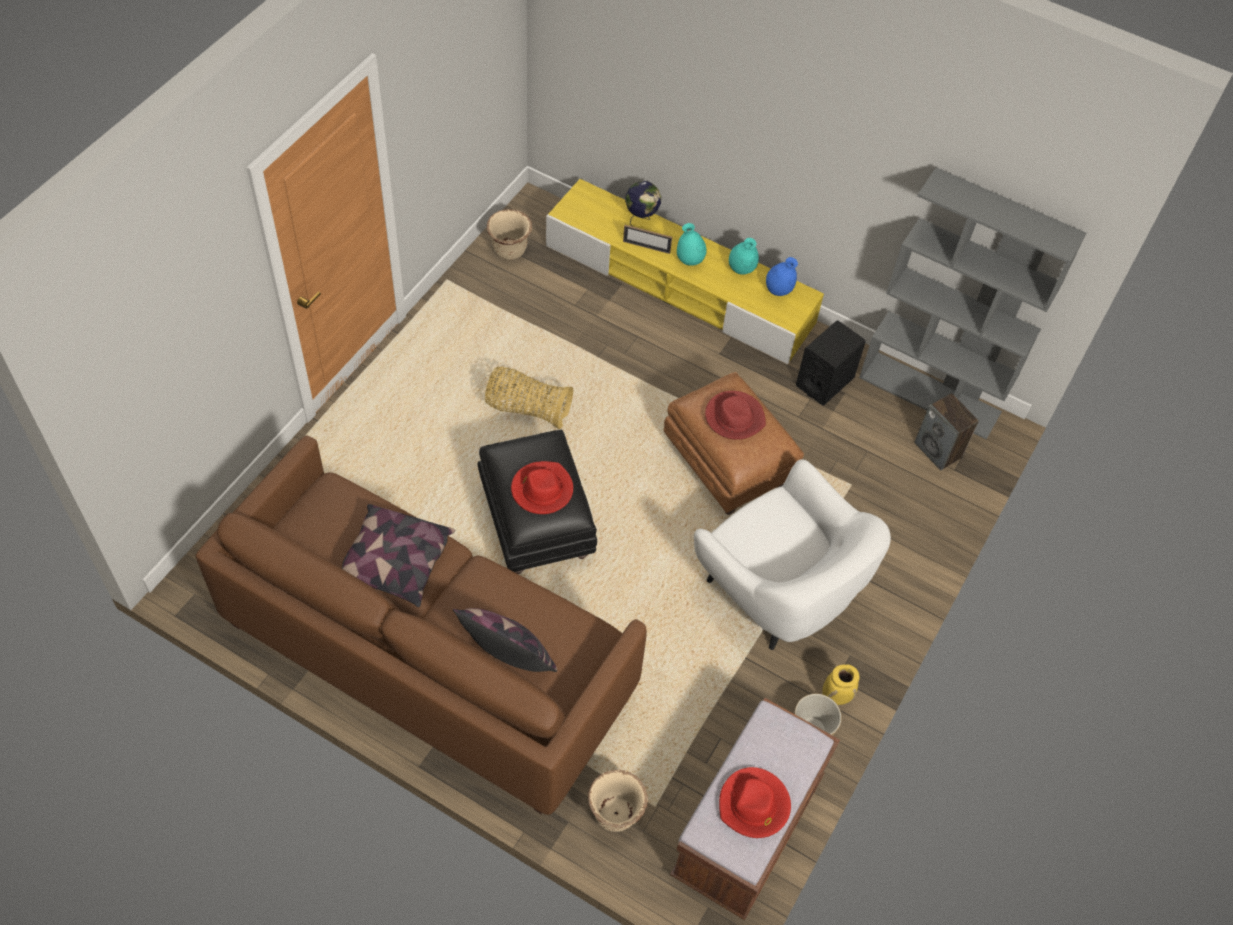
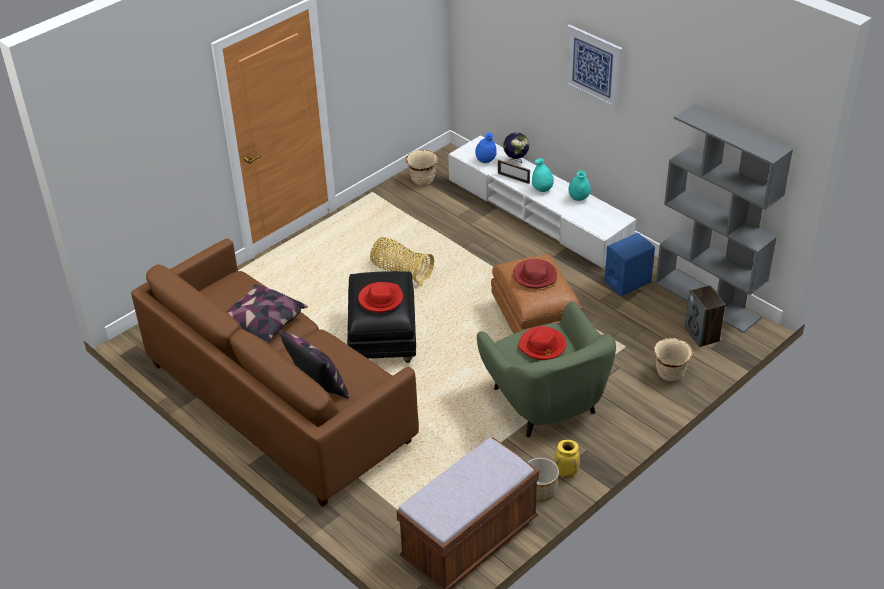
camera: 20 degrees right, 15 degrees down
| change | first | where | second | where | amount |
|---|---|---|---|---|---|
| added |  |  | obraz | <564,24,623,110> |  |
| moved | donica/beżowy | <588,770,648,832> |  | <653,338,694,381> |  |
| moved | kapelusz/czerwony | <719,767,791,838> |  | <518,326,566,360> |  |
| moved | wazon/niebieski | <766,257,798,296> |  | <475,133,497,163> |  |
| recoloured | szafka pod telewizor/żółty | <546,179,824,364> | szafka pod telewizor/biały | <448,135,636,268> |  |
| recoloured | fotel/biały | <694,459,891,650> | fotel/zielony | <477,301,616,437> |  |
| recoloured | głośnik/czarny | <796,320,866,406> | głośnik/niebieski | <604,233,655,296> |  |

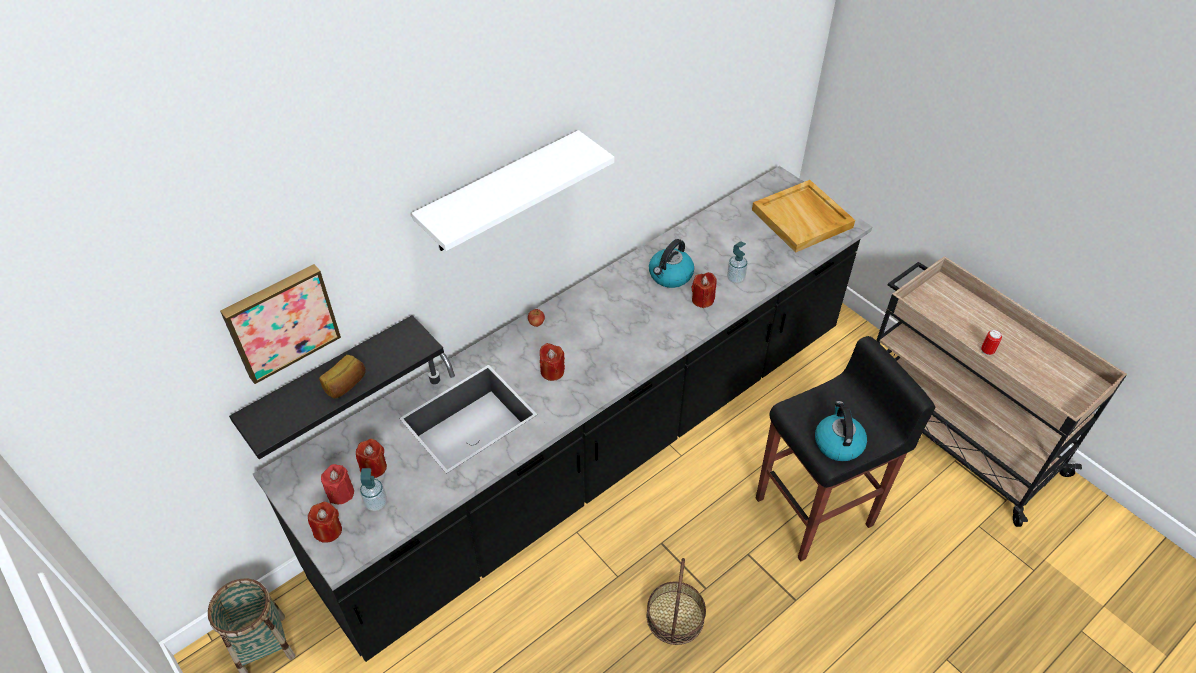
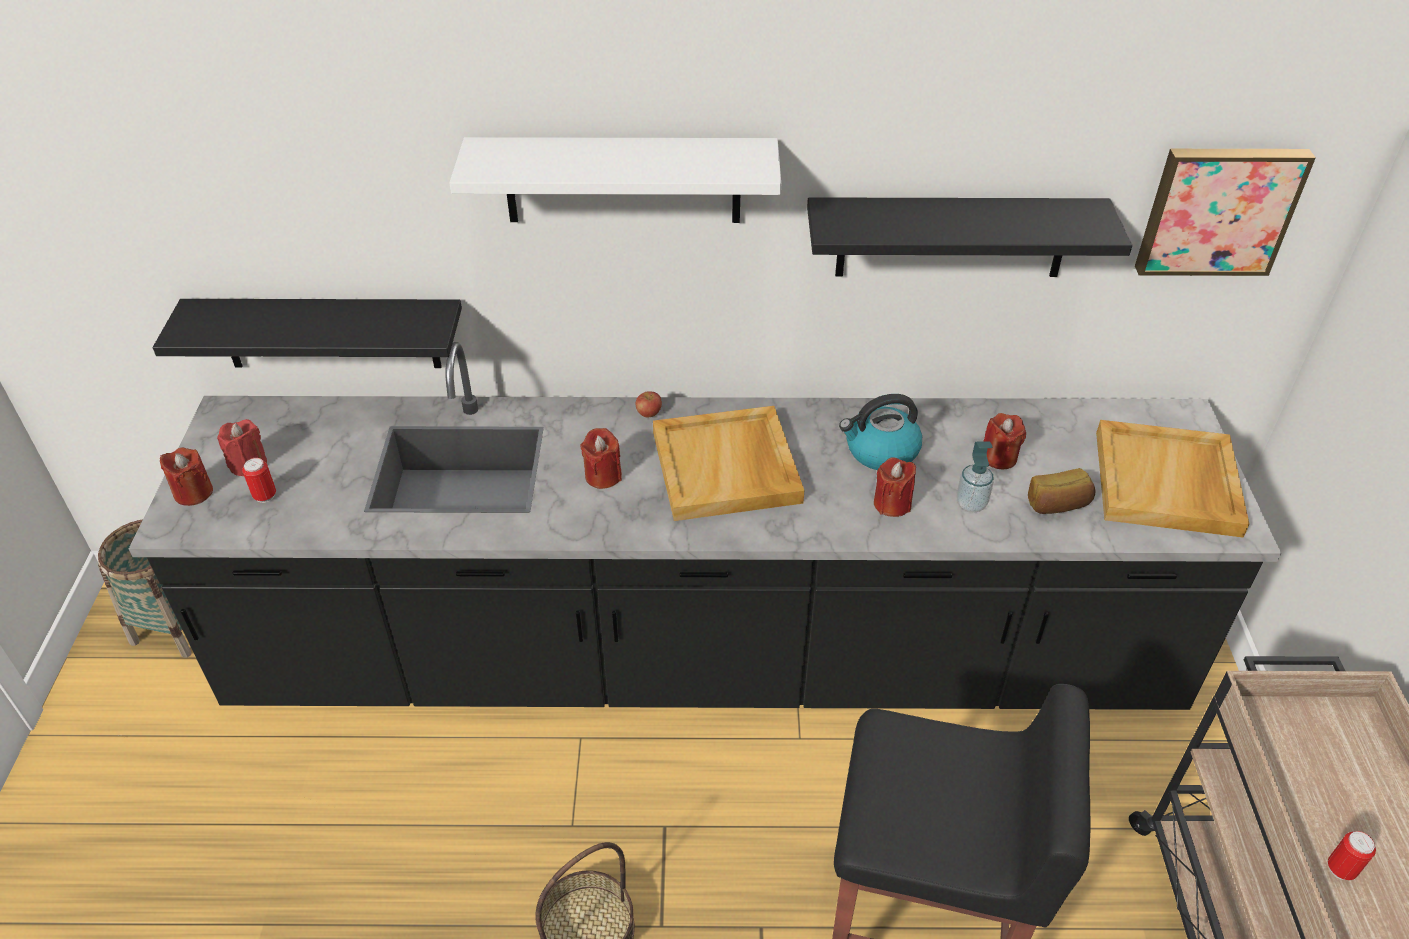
camera: 40 degrees right, 5 degrees down
| change | first | where | second | where | amount |
|---|---|---|---|---|---|
| removed | czajnik | <815,401,867,461> |  |  |  |
| added |  |  | taca/beżowy | <653,406,804,521> |  |
| added |  |  | półka/czarny | <807,197,1132,277> |  |
| moved | obraz | <220,264,341,384> |  | <1135,149,1316,276> |  |
| moved | chleb | <319,355,366,398> |  | <1028,468,1095,514> |  |
| moved | świeca/czerwony | <356,439,387,478> |  | <984,413,1026,469> |  |
| replaced | dozownik mydła | <360,468,387,511> | puszka | <242,458,276,503> |  |

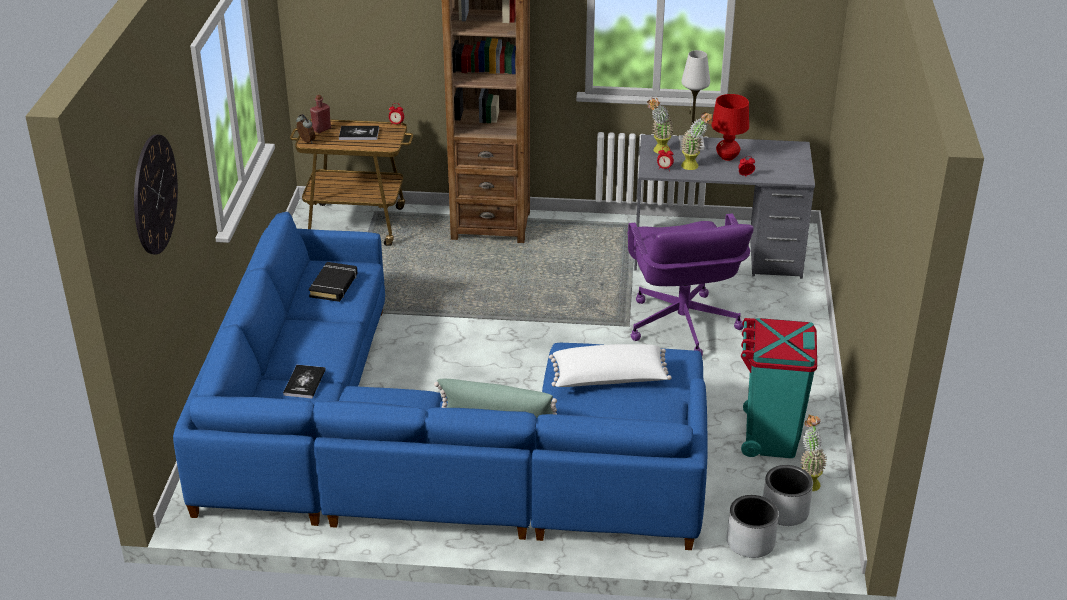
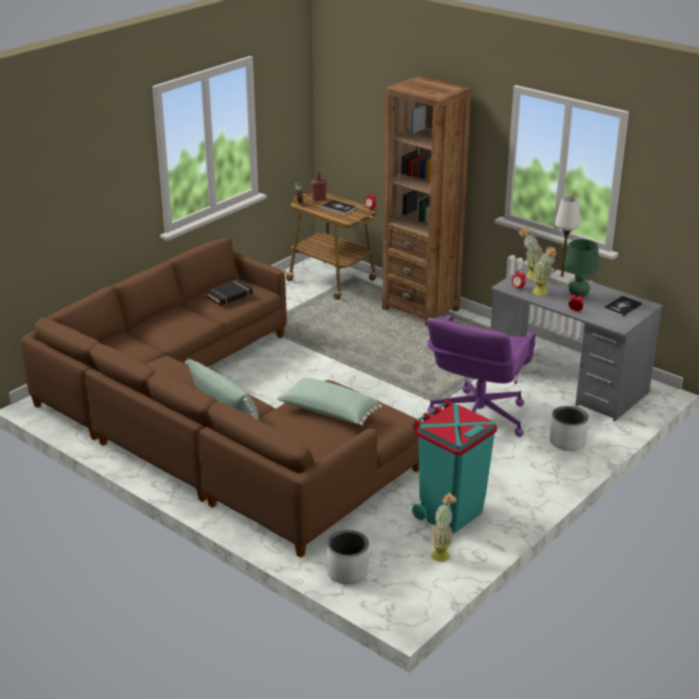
camera: 35 degrees right, 5 degrees down
| change | first | where | second | where | amount |
|---|---|---|---|---|---|
| removed | zegar ścienny | <134,134,178,255> |  |  |  |
| moved | książka | <283,365,326,399> |  | <603,296,642,317> |  |
| moved | donica/szary | <763,465,813,526> |  | <550,406,588,451> |  |
| recoloured | kanapa/niebieski | <173,212,708,550> | kanapa/brązowy | <20,237,423,558> |  |
| recoloured | poduszka/biały | <549,344,672,387> | poduszka/zielony | <277,378,382,426> |  |
| recoloured | lampa stołowa/czerwony | <711,94,749,161> | lampa stołowa/zielony | <565,239,599,297> |  |

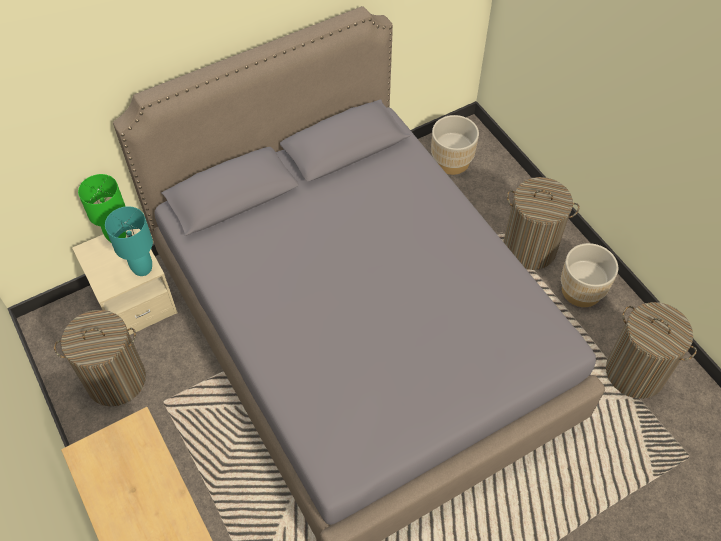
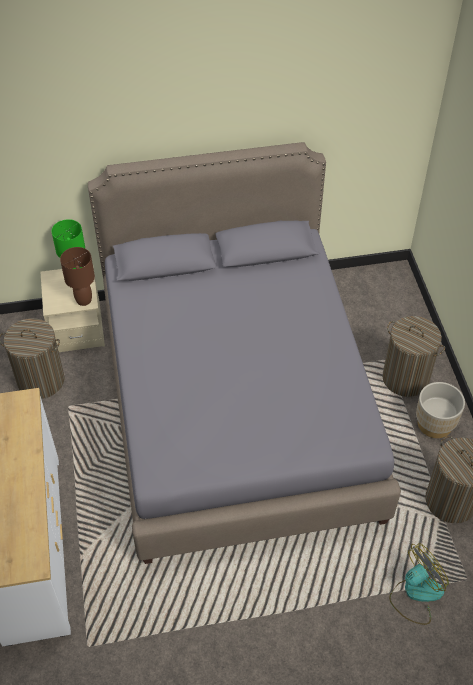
camera: 20 degrees right, 5 degrees down
| change | first | where | second | where | amount |
|---|---|---|---|---|---|
| removed | donica/beżowy | <431,115,479,175> |  |  |  |
| added |  |  | wentylator | <389,543,449,625> |  |
| recoloured | lampa stołowa/turkusowy | <105,206,153,276> | lampa stołowa/brązowy | <60,247,95,306> |  |

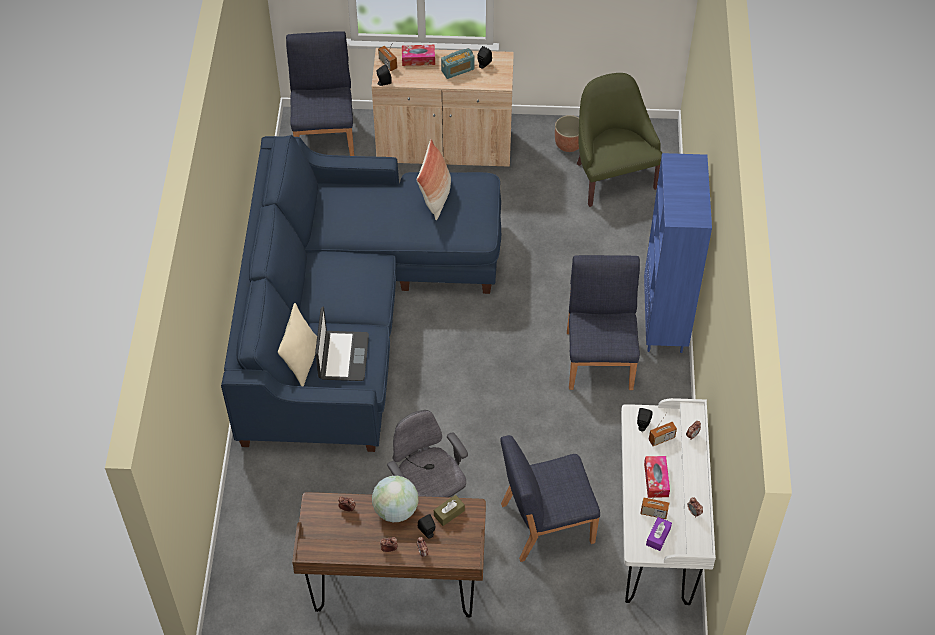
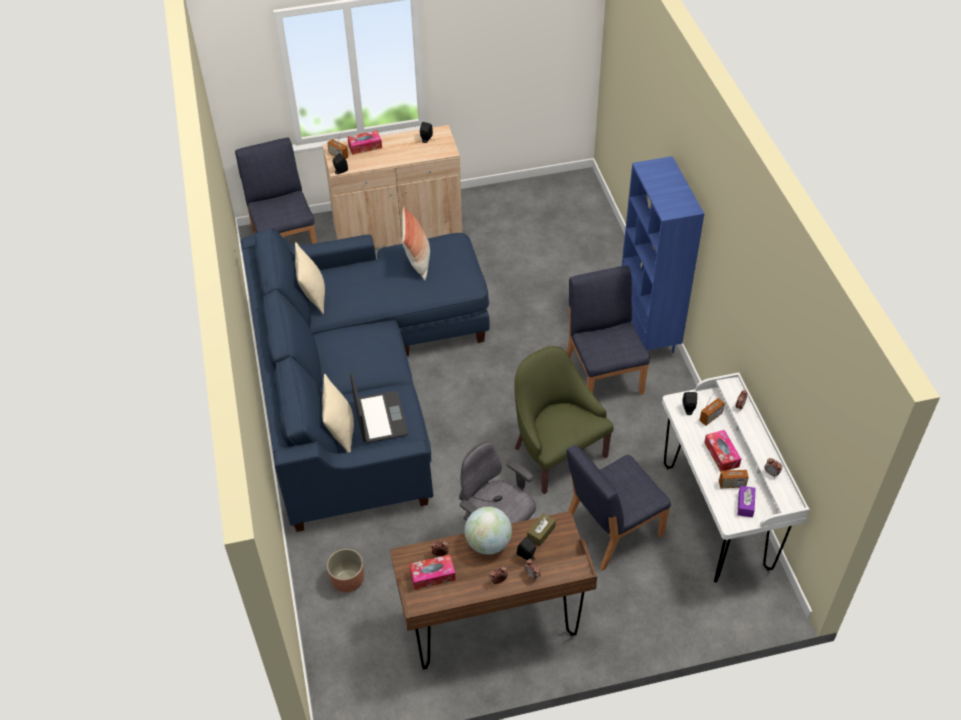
camera: 15 degrees left, 5 degrees down
| change | first | where | second | where | amount |
|---|---|---|---|---|---|
| removed | radio | <441,48,474,79> |  |  |  |
| added |  |  | poduszka/beżowy | <295,242,325,314> |  |
| added |  |  | pudełko chusteczek | <409,555,455,590> |  |
| moved | donica | <555,115,579,152> |  | <327,549,364,593> |  |
| moved | fotel/zielony | <577,73,662,207> |  | <514,346,614,494> |  |

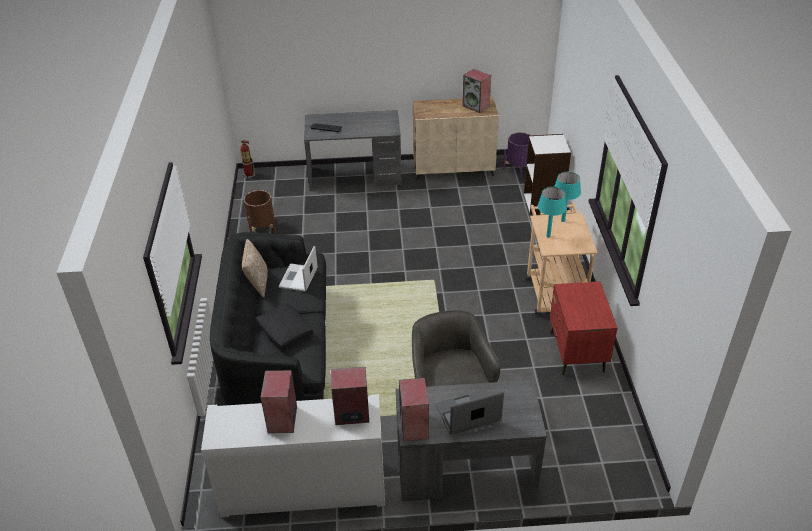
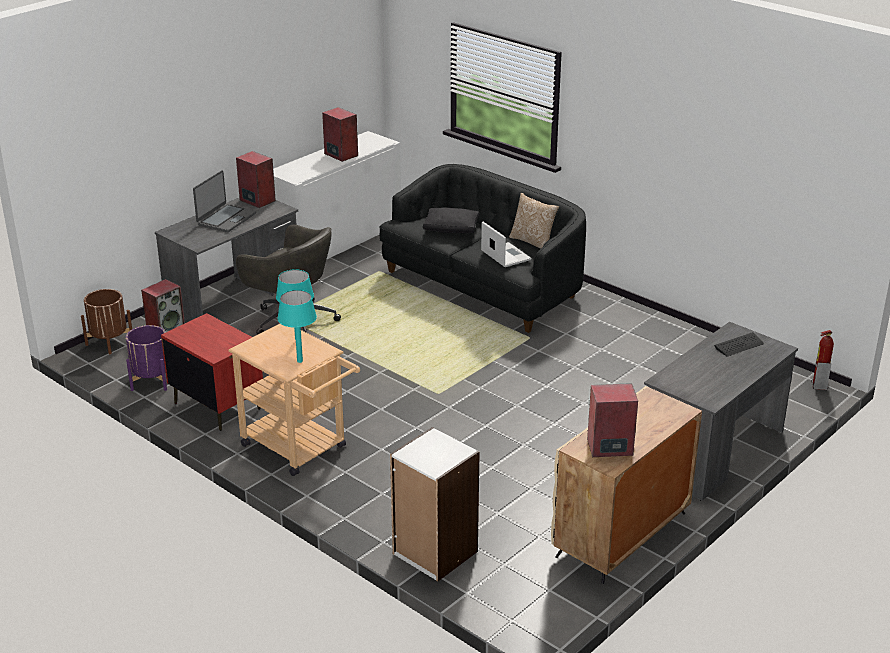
camera: 135 degrees right, 10 degrees down
| change | first | where | second | where | amount |
|---|---|---|---|---|---|
| moved | donica/brązowy | <243,190,276,234> |  | <81,289,132,354> |  |
| moved | głośnik | <331,367,369,425> |  | <141,279,185,332> |  |
| moved | donica/fioletowy | <503,132,531,177> |  | <126,325,167,391> |  |

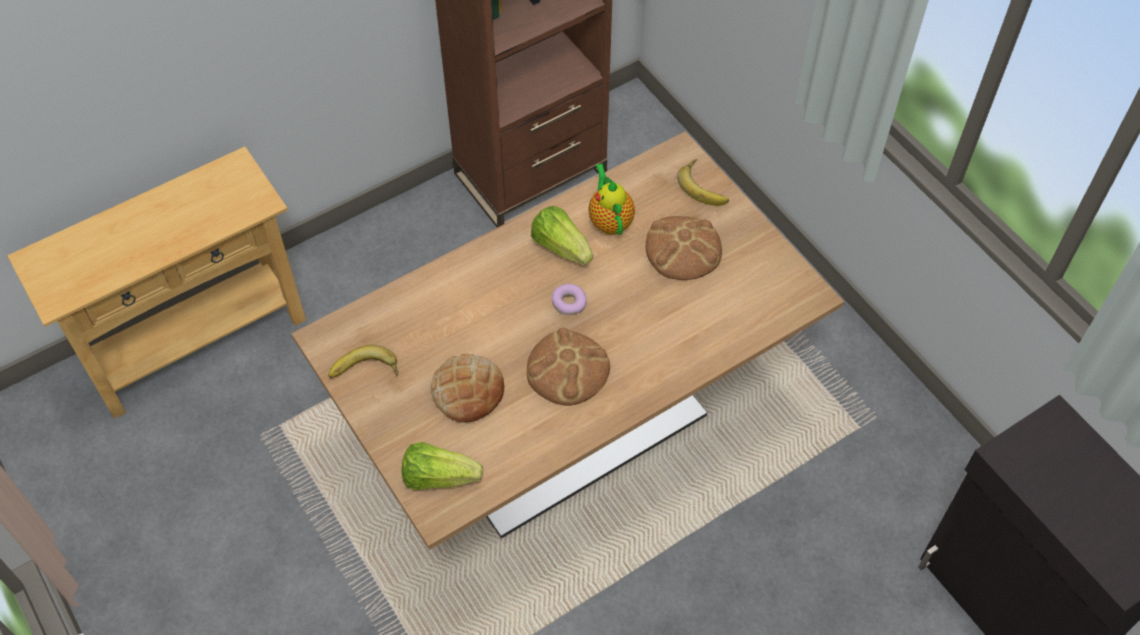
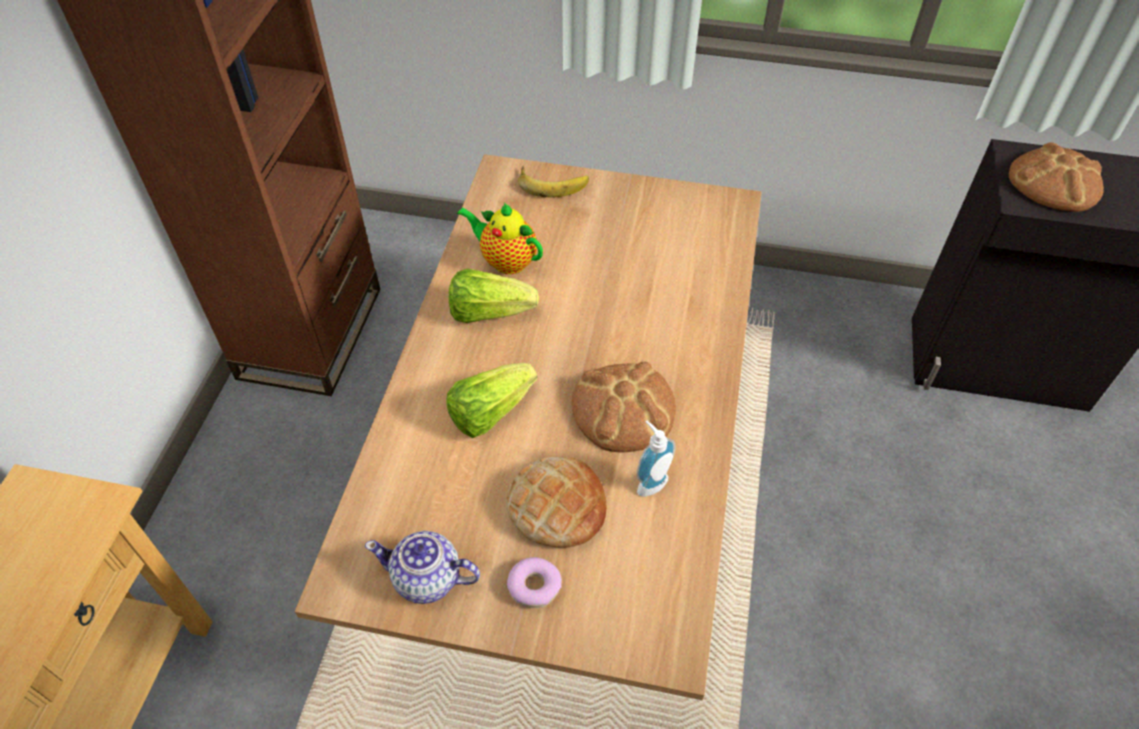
camera: 45 degrees left, 5 degrees down
| change | first | where | second | where | amount |
|---|---|---|---|---|---|
| added |  |  | dozownik mydła | <636,421,676,497> |  |
| moved | sałata | <402,442,483,490> |  | <446,363,537,438> |  |
| moved | donut | <552,284,587,315> |  | <507,557,562,608> |  |
| moved | chleb | <646,216,722,280> |  | <1009,142,1104,212> |  |
| replaced | banan | <328,345,398,378> | imbryk | <365,531,480,604> |  |

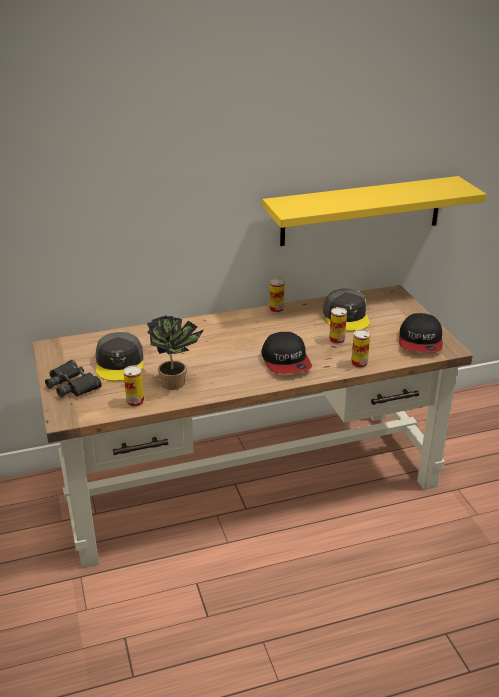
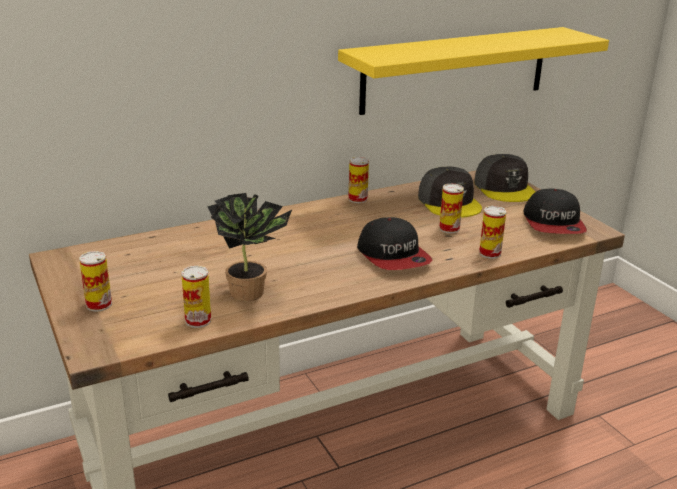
camera: 10 degrees left, 5 degrees down
| change | first | where | second | where | amount |
|---|---|---|---|---|---|
| moved | czapka z daszkiem/szary | <96,332,143,381> |  | <474,154,535,202> |  |
| replaced | lornetka/czarny | <45,360,102,398> | puszka | <79,251,112,312> |  |

